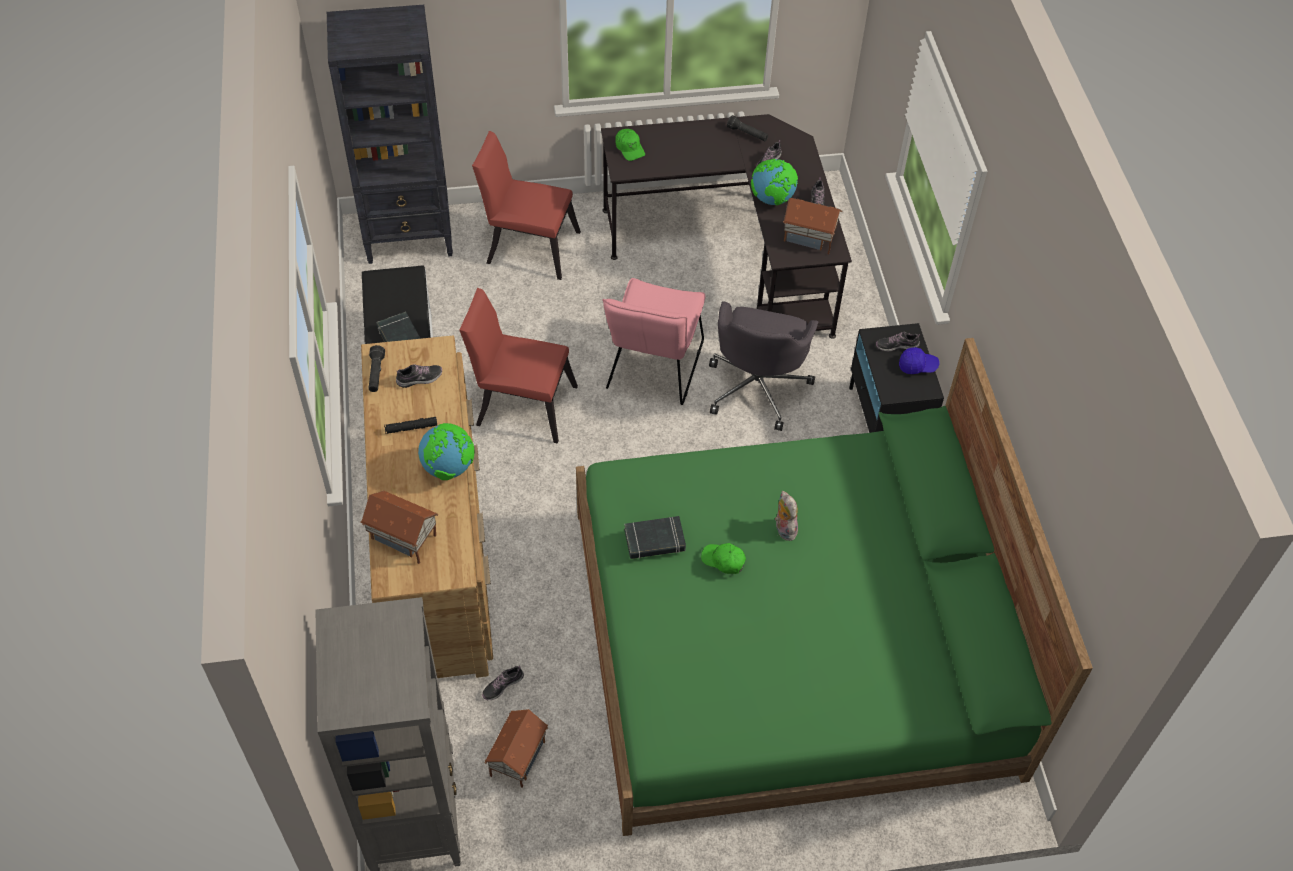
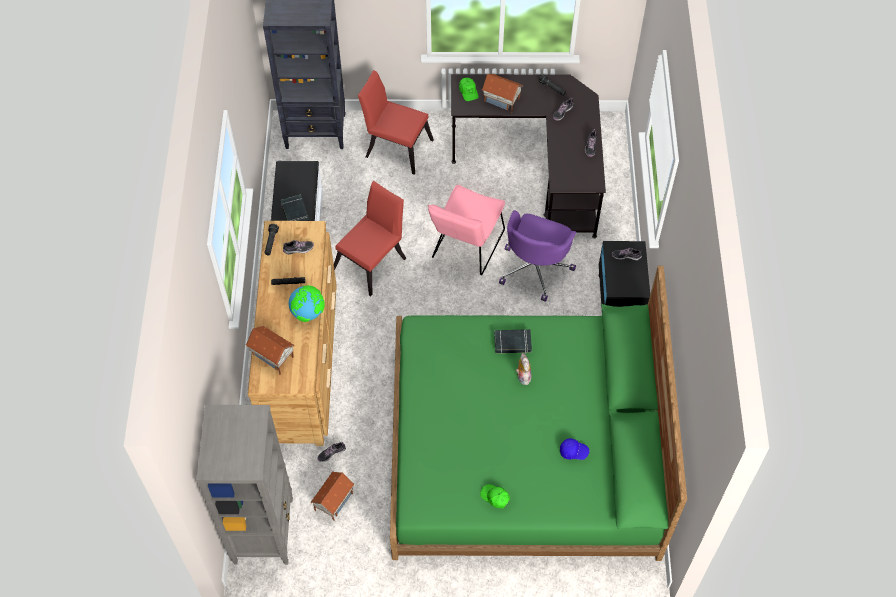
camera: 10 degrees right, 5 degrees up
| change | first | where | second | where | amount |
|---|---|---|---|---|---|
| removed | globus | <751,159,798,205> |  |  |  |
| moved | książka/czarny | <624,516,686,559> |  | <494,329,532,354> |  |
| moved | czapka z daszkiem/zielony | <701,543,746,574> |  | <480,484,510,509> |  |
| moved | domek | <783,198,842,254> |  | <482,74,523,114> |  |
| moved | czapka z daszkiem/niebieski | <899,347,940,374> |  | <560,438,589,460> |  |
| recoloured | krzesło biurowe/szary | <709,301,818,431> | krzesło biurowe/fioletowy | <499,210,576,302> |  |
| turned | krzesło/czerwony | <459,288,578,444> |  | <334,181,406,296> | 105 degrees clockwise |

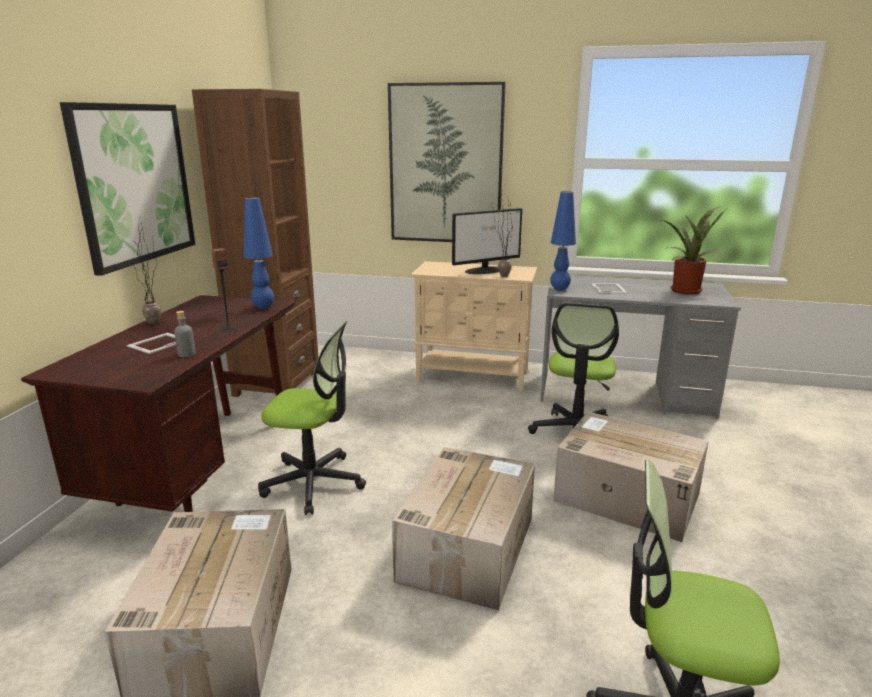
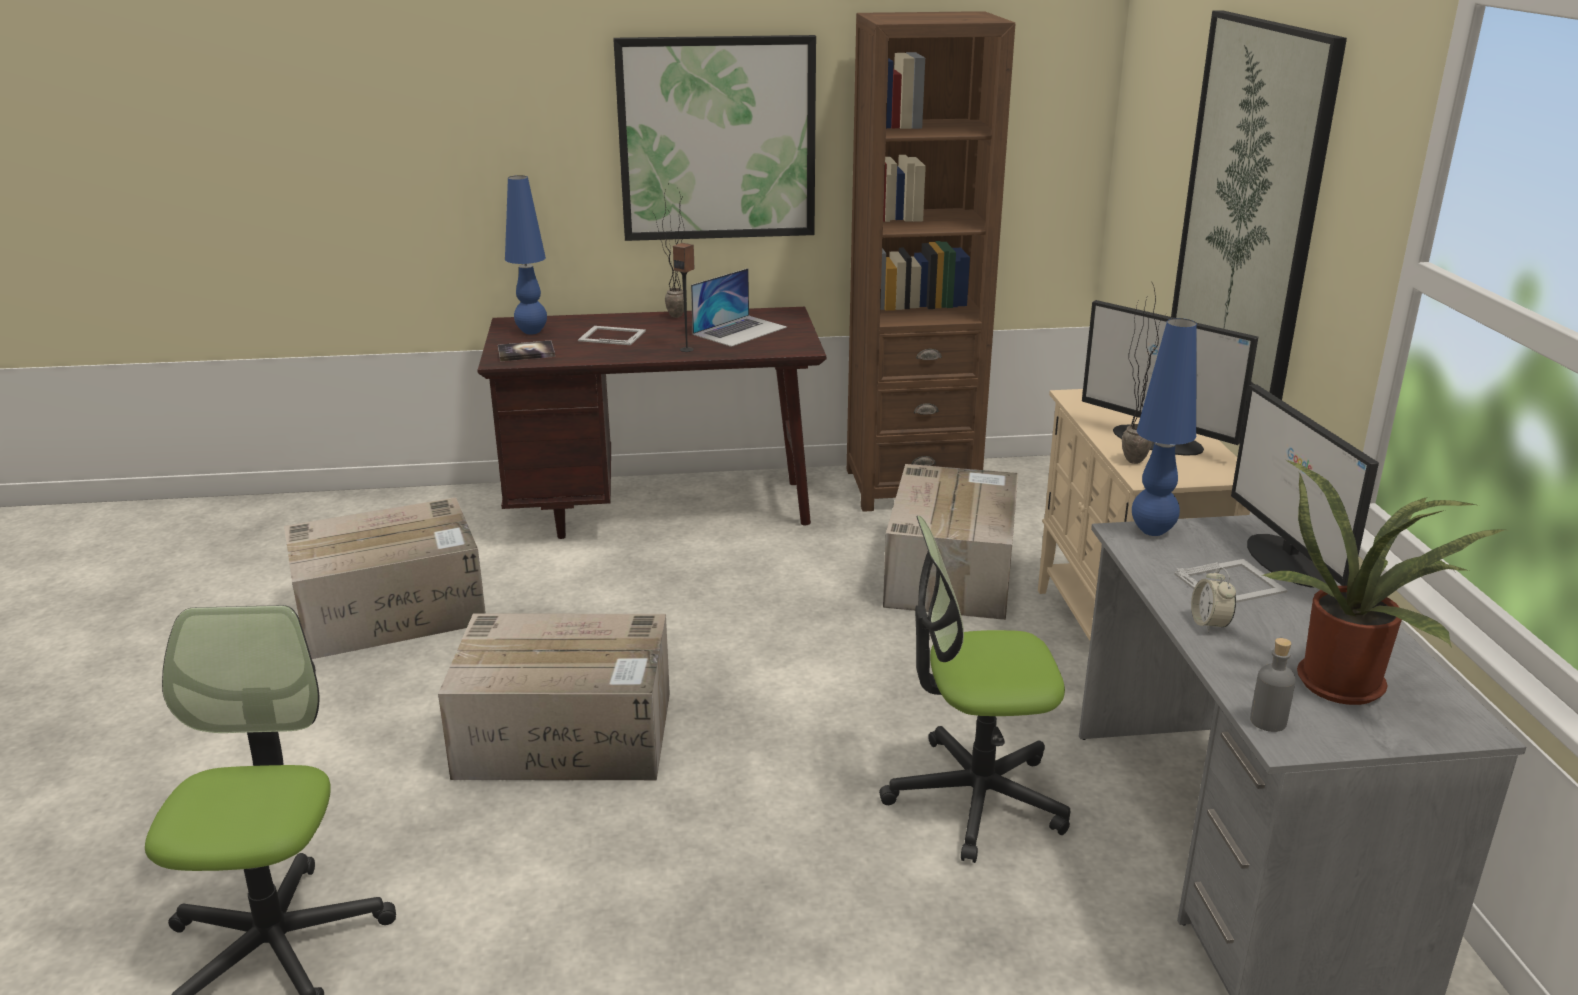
camera: 70 degrees right, 5 degrees up
| change | first | where | second | where | amount |
|---|---|---|---|---|---|
| removed | krzesło biurowe | <258,321,366,515> |  |  |  |
| added |  |  | książka | <498,340,555,361> |  |
| added |  |  | laptop | <691,268,787,347> |  |
| added |  |  | budzik | <1191,567,1236,633> |  |
| added |  |  | monitor | <1231,384,1379,588> |  |
| moved | butelka/szary | <174,311,196,357> |  | <1250,638,1296,732> |  |
| moved | lampa stołowa/niebieski | <243,197,274,309> |  | <505,175,547,334> |  |
| moved | karton | <553,412,709,542> |  | <883,464,1018,620> |  |

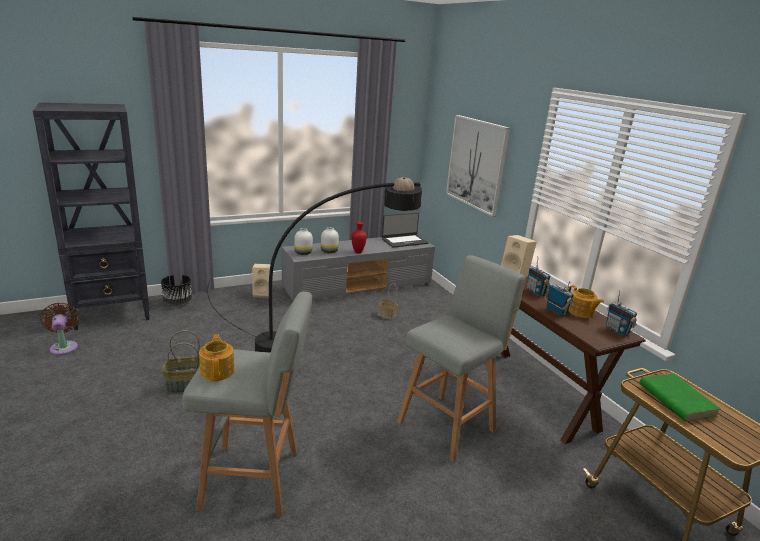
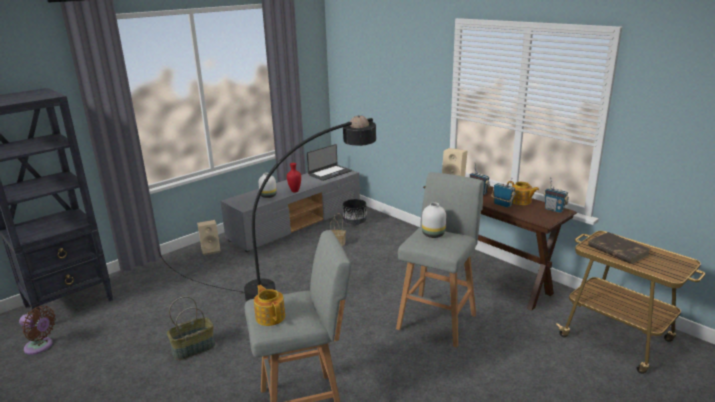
camera: 15 degrees left, 0 degrees up
| change | first | where | second | where | amount |
|---|---|---|---|---|---|
| removed | obraz | <446,115,510,217> |  |  |  |
| moved | donica/czarny | <161,275,192,305> |  | <343,199,367,225> |  |
| moved | wazon/biały | <294,228,313,255> |  | <422,202,446,238> |  |
| recoloured | książka/zielony | <639,373,721,422> | książka/brązowy | <588,232,650,264> |  |
| turned | wentylator/brązowy | <41,303,79,355> |  | <19,306,56,355> | 150 degrees clockwise |

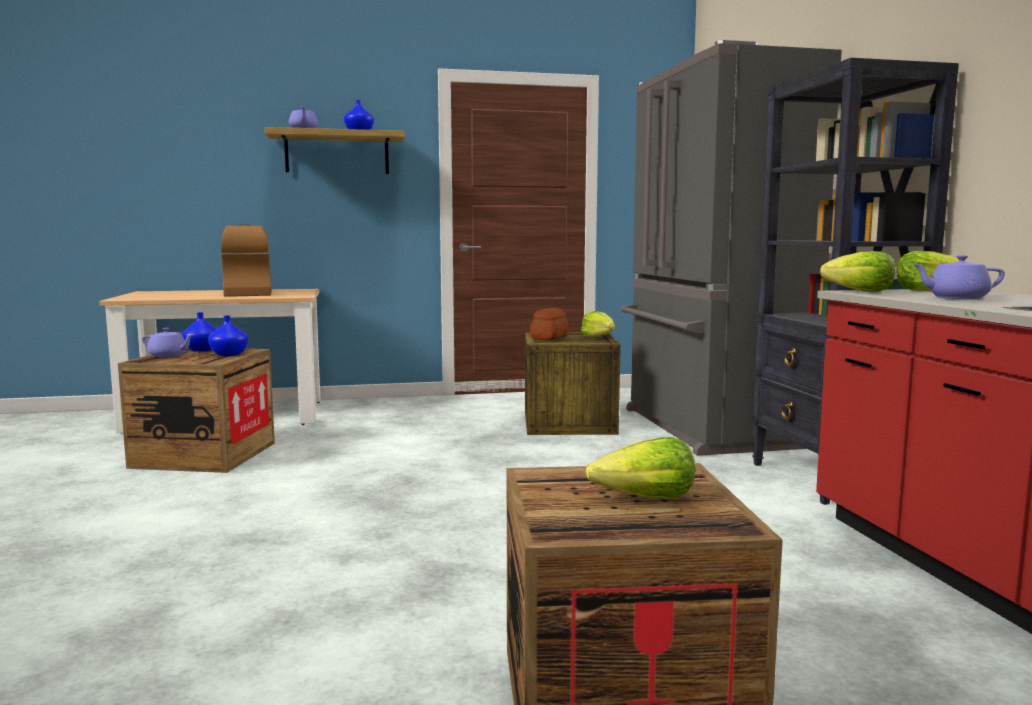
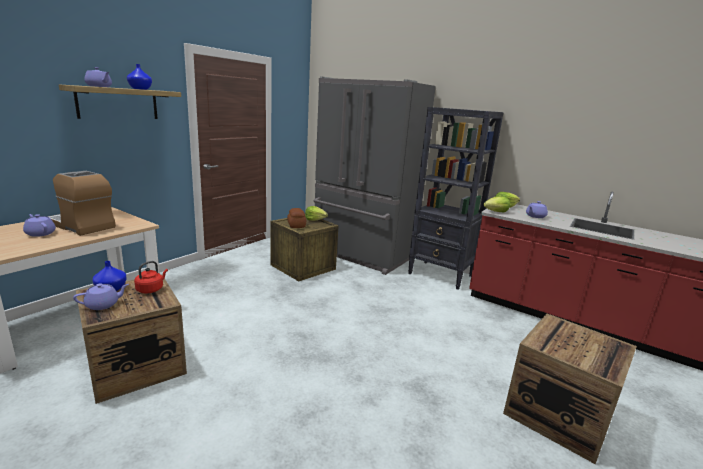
camera: 45 degrees left, 10 degrees up
| change | first | where | second | where | amount |
|---|---|---|---|---|---|
| removed | sałata | <586,437,695,498> |  |  |  |
| added |  |  | imbryk/fioletowy | <23,214,56,237> |  |
| replaced | wazon/niebieski | <208,315,248,356> | czajnik/czerwony | <134,261,168,293> |  |

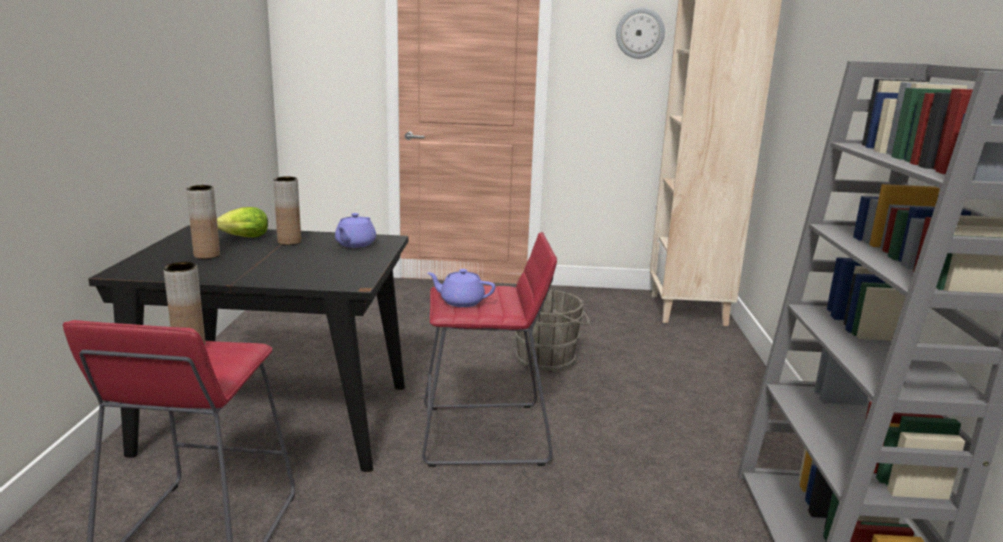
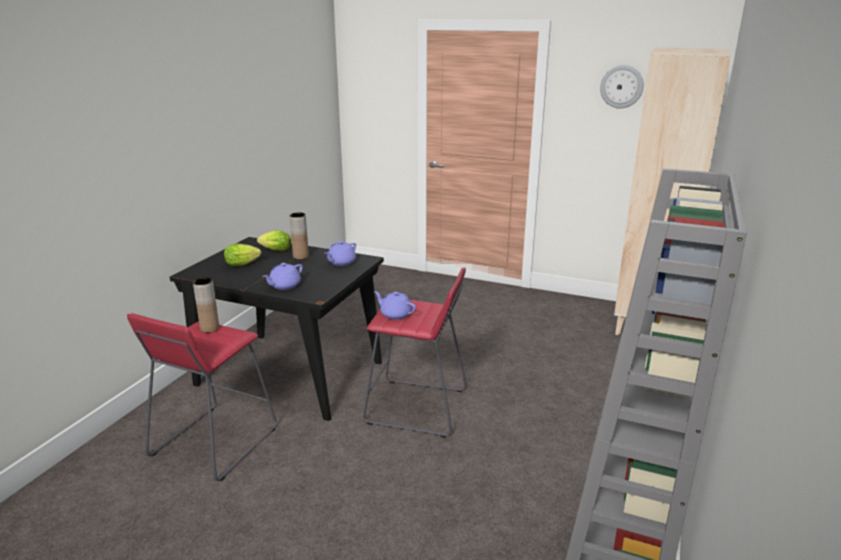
camera: 20 degrees right, 5 degrees up
| change | first | where | second | where | amount |
|---|---|---|---|---|---|
| removed | wiadro/szary | <515,289,590,372> |  |  |  |
| added |  |  | imbryk/fioletowy | <262,263,303,290> |  |
| replaced | wazon/brązowy | <186,185,220,259> | sałata | <224,244,261,266> |  |

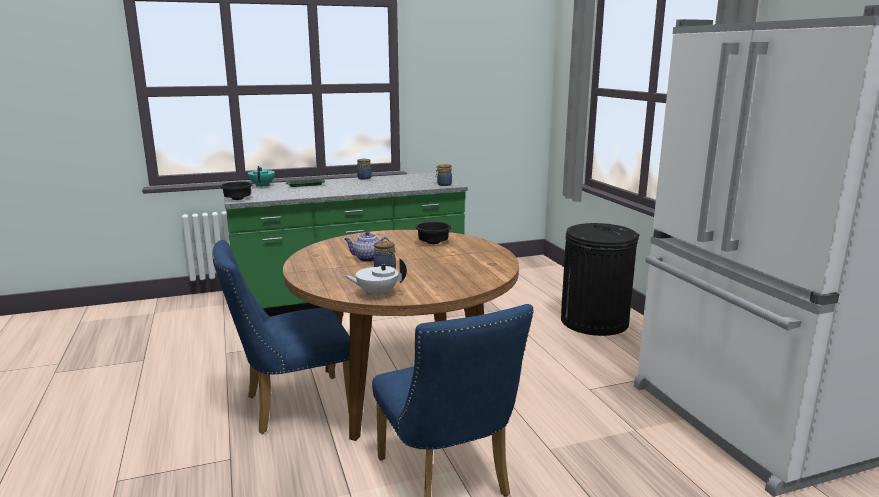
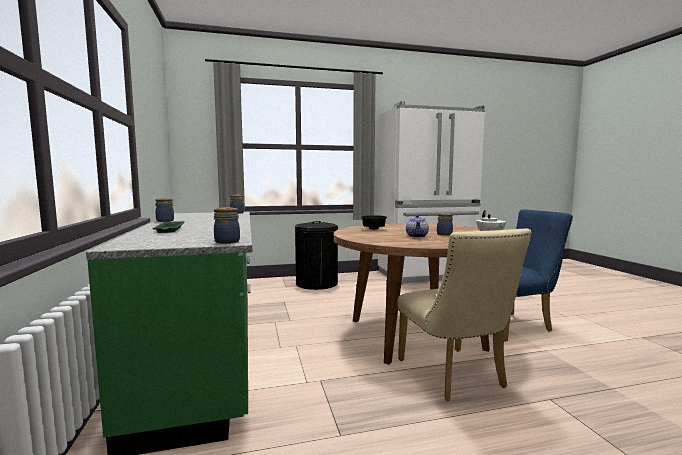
camera: 85 degrees left, 10 degrees down
| change | first | where | second | where | amount |
|---|---|---|---|---|---|
| removed | imbryk/turkusowy | <248,166,275,187> |  |  |  |
| replaced | miska/czarny | <220,182,253,200> | słoik | <214,207,240,244> |  |
| recoloured | krzesło/niebieski | <212,239,350,434> | krzesło/beżowy | <397,228,532,401> |  |

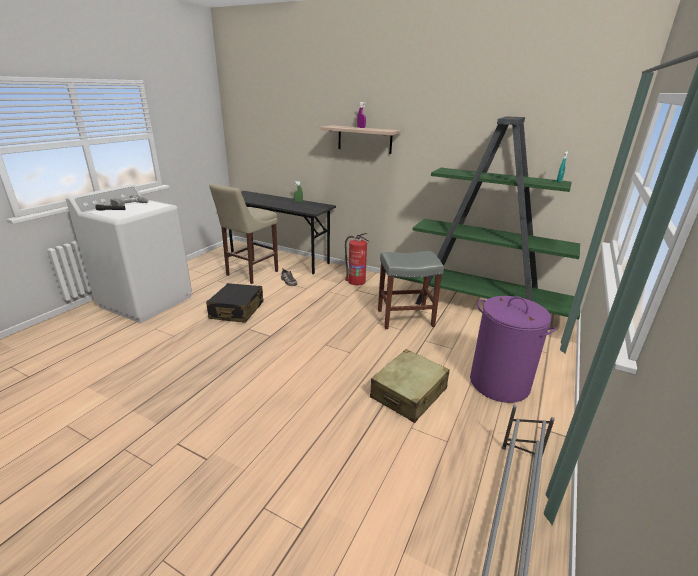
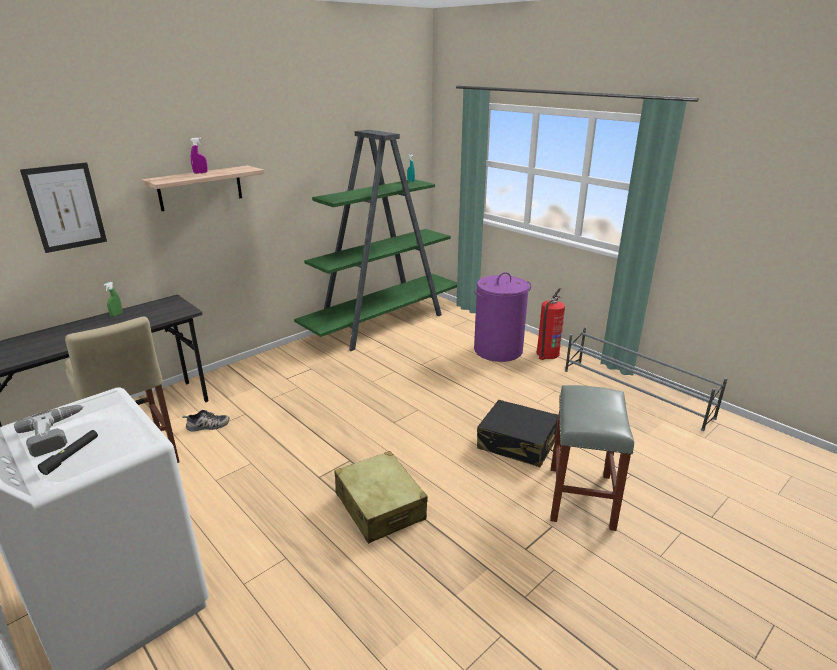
camera: 70 degrees left, 0 degrees up
| change | first | where | second | where | amount |
|---|---|---|---|---|---|
| added |  |  | obraz | <20,162,107,253> |  |
| moved | walizka/czarny | <206,283,264,323> |  | <477,400,558,467> |  |
| moved | gaśnica | <345,233,369,285> |  | <537,288,565,360> |  |
| moved | walizka/beżowy | <370,349,450,423> |  | <334,451,428,544> |  |
| moved | stołek/szary | <378,251,444,329> |  | <550,385,634,531> |  |

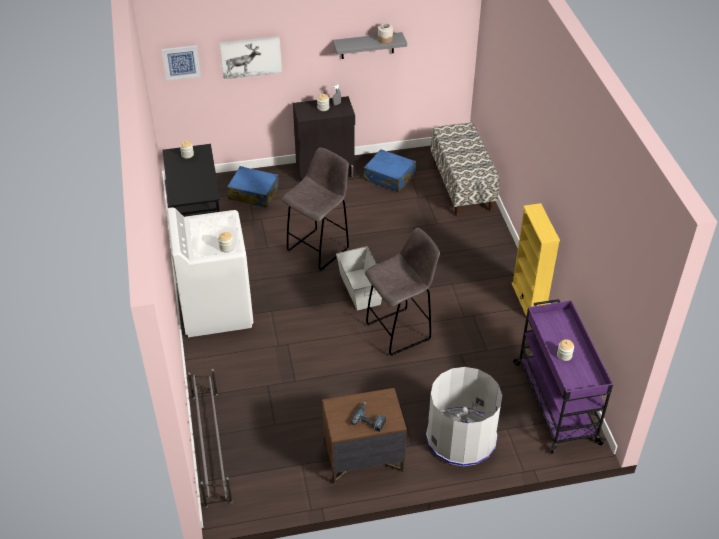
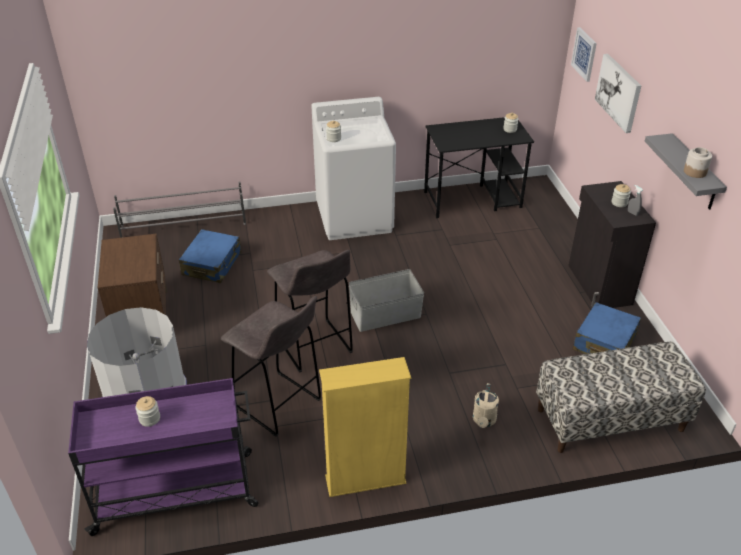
camera: 90 degrees right, 5 degrees down
| change | first | where | second | where | amount |
|---|---|---|---|---|---|
| removed | wiertarka | <351,402,386,432> |  |  |  |
| added |  |  | konewka/beżowy | <473,383,499,428> |  |
| moved | walizka/niebieski | <227,166,279,208> |  | <179,229,241,283> |  |
| moved | stołek/szary | <282,147,349,271> |  | <221,296,321,437> |  |

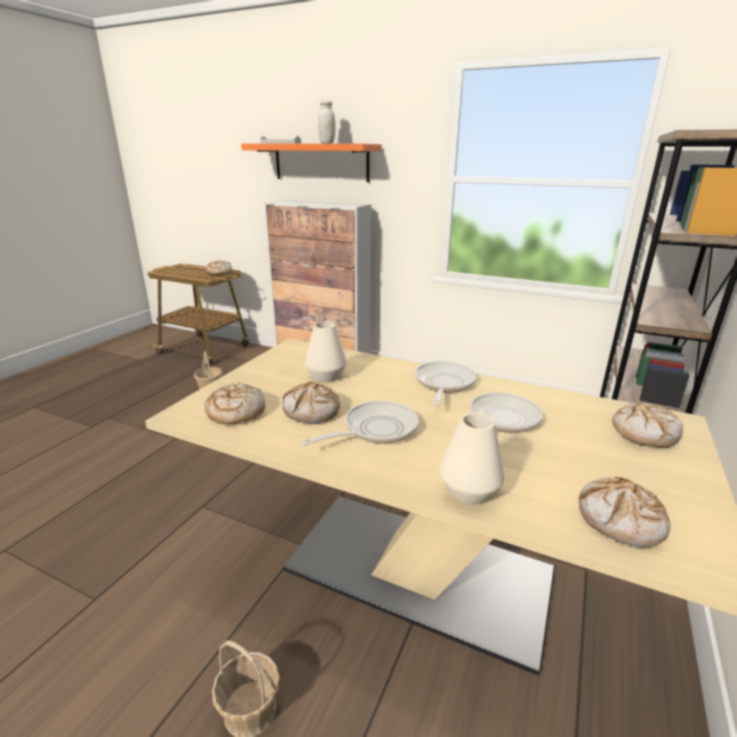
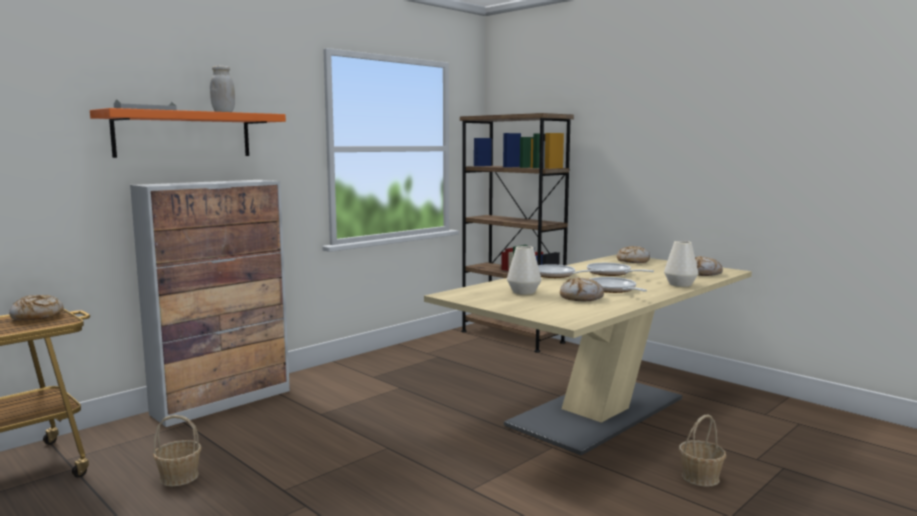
camera: 70 degrees left, 15 degrees down
| change | first | where | second | where | amount |
|---|---|---|---|---|---|
| removed | chleb | <205,382,266,424> |  |  |  |

